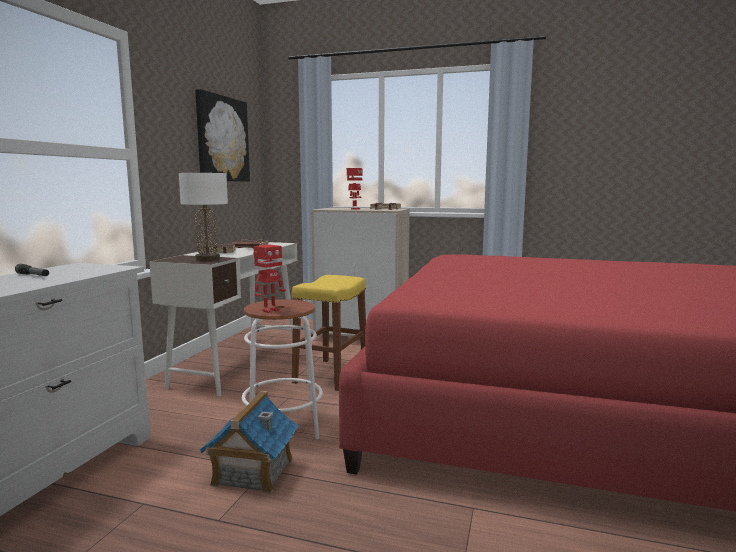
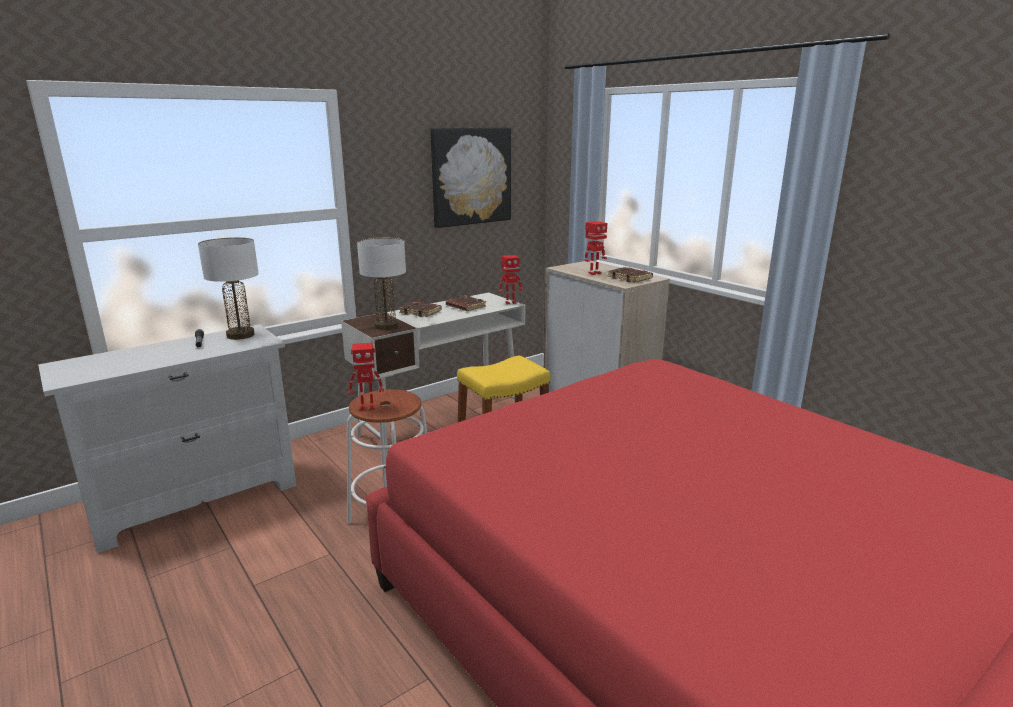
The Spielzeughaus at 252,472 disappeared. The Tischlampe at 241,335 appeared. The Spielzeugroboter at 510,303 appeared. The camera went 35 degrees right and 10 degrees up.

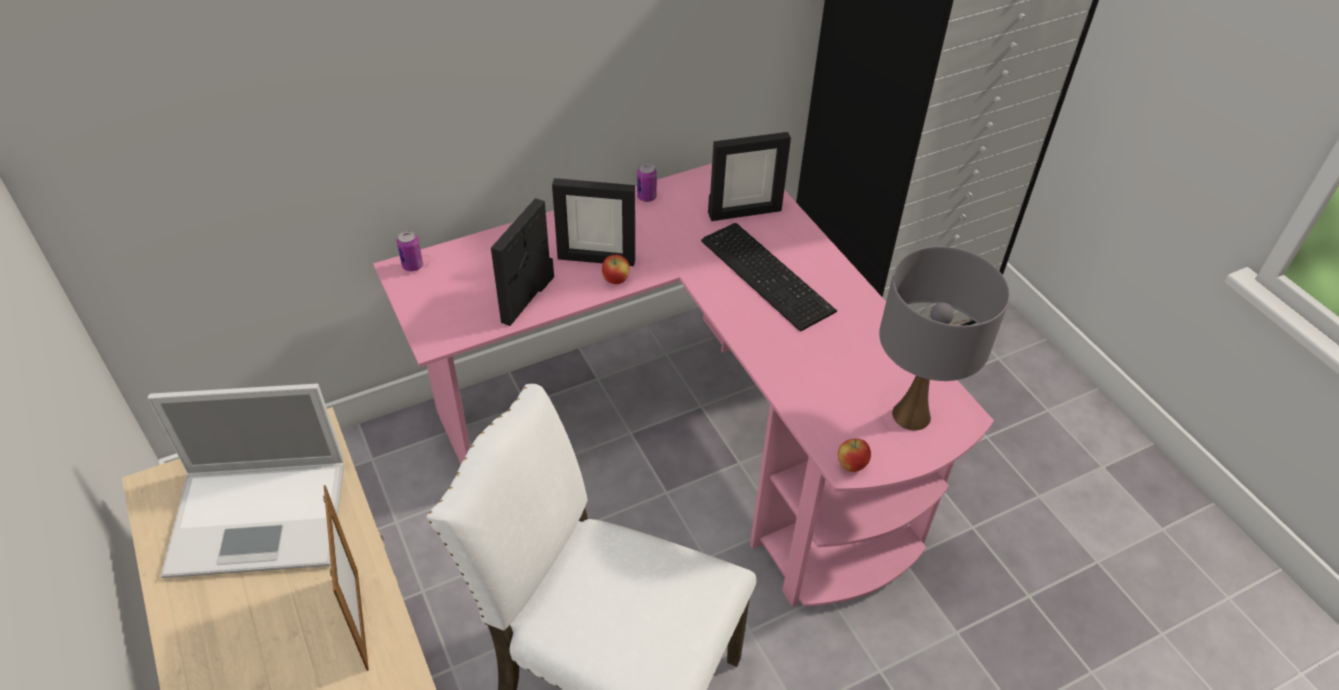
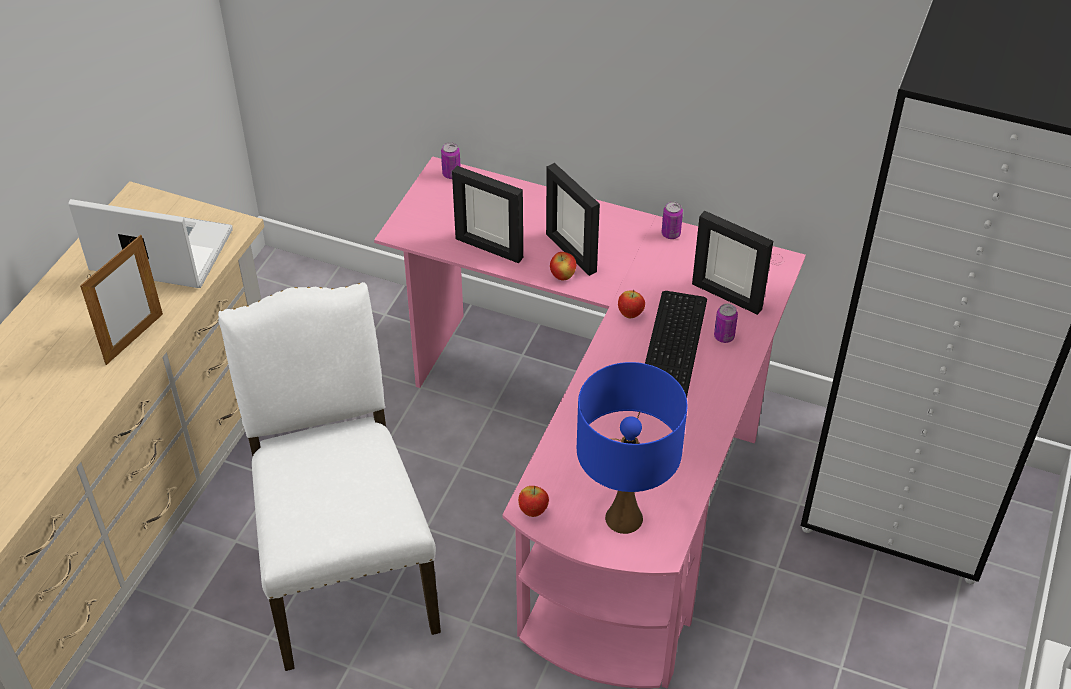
The Laptop at 262,516 turned 150 degrees clockwise. The Bilderrahmen at 528,299 turned 135 degrees counterclockwise. The Tischlampe (grau) at 911,415 became the Tischlampe (blau) at 624,518. The Apfel at 630,314 appeared. The Dose at 724,337 appeared. The camera went 50 degrees right and 0 degrees up.

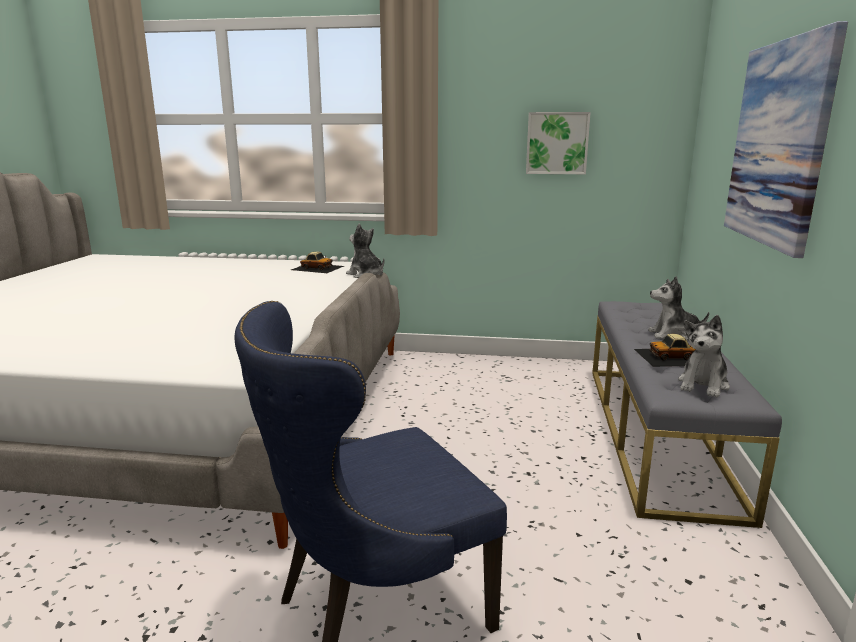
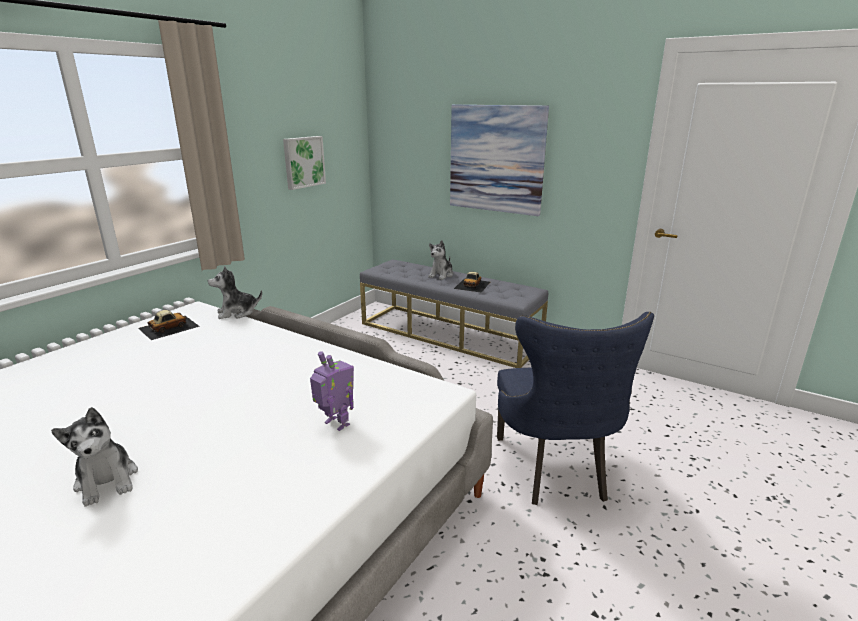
The Plüschtier moved from 703,385 to 107,480. The Spielzeugroboter at 336,424 appeared. The camera went 65 degrees left and 5 degrees up.

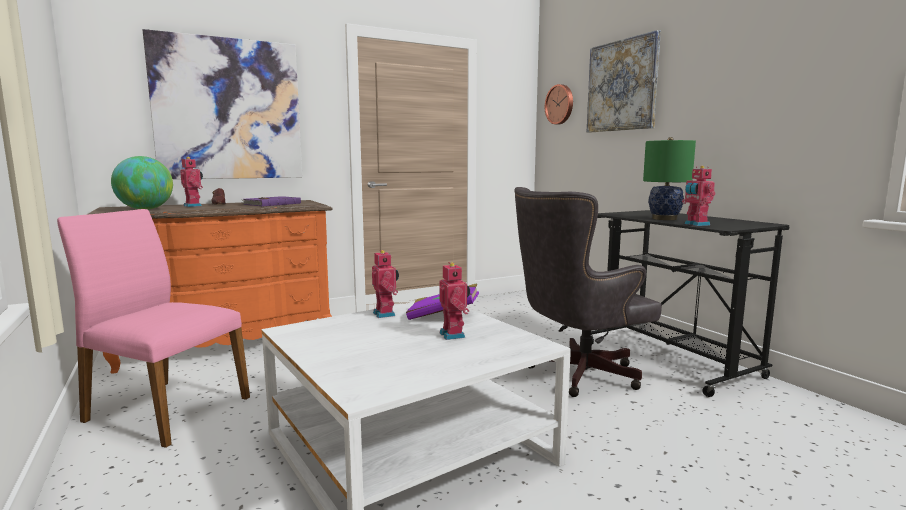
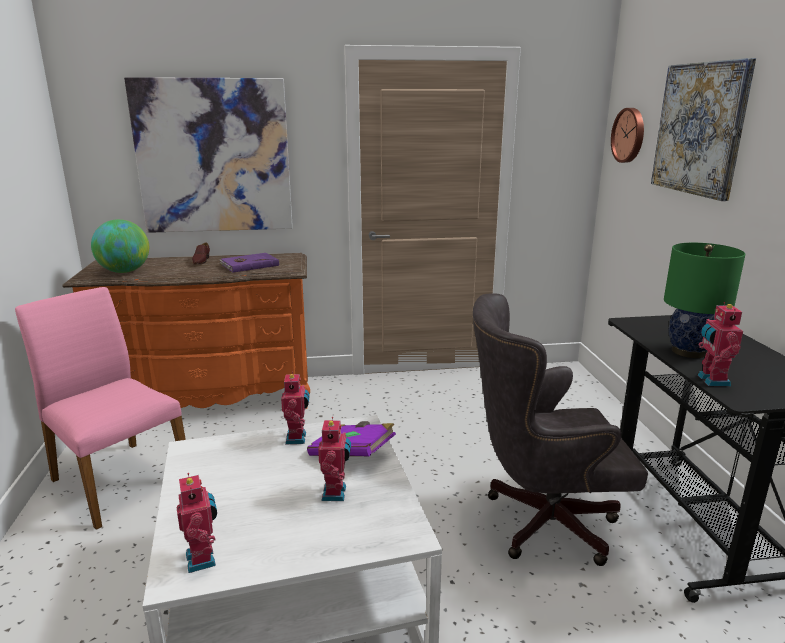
The Spielzeugroboter moved from 194,206 to 203,558. The camera went 20 degrees right and 10 degrees up.

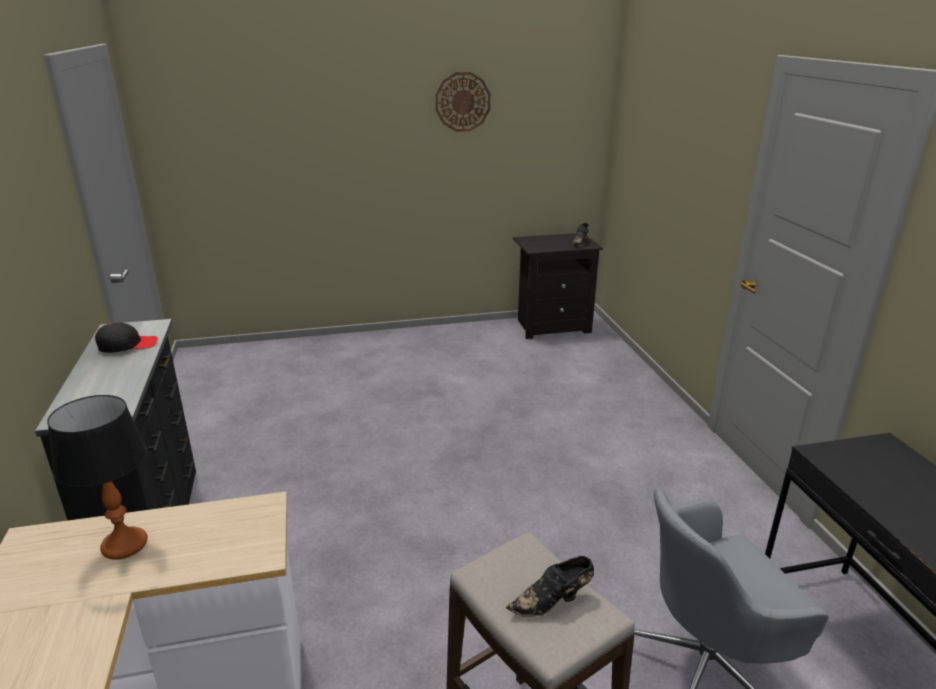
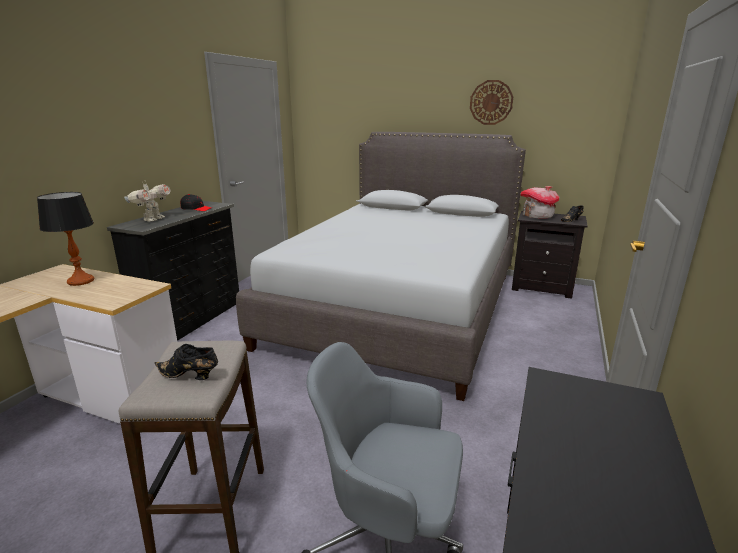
The Spielzeugroboter at 153,219 appeared. The Bett (grau) at 399,307 appeared. The Spielzeughaus at 537,216 appeared. The camera went 35 degrees right and 5 degrees down.

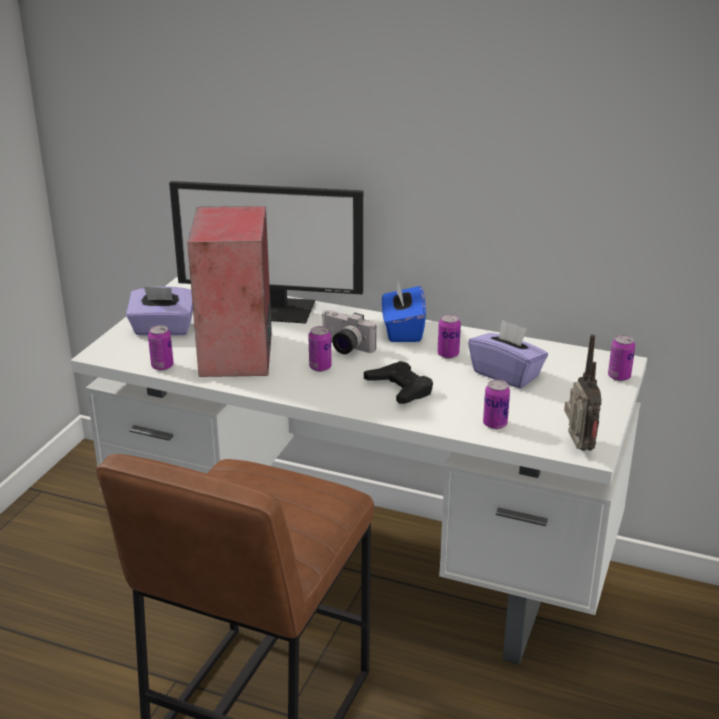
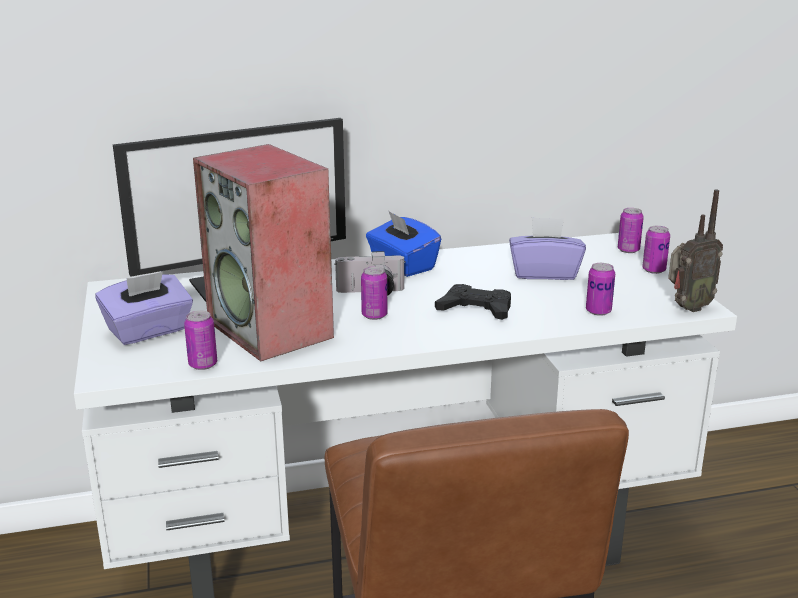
The Dose moved from 448,354 to 654,270. The Radio at 577,448 turned 105 degrees clockwise. The camera went 35 degrees left and 5 degrees down.

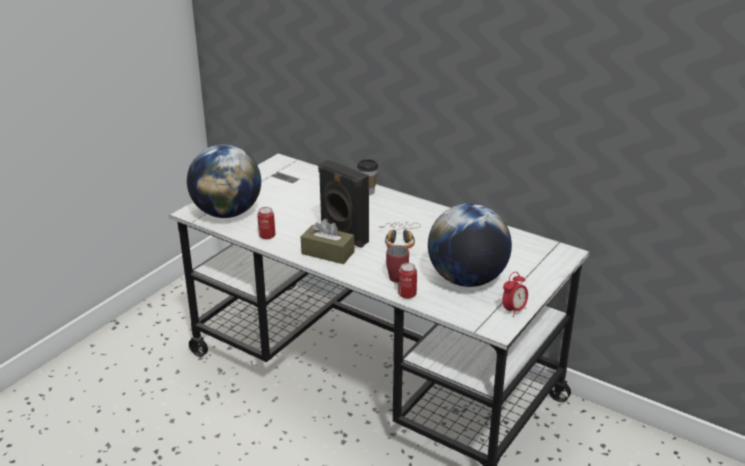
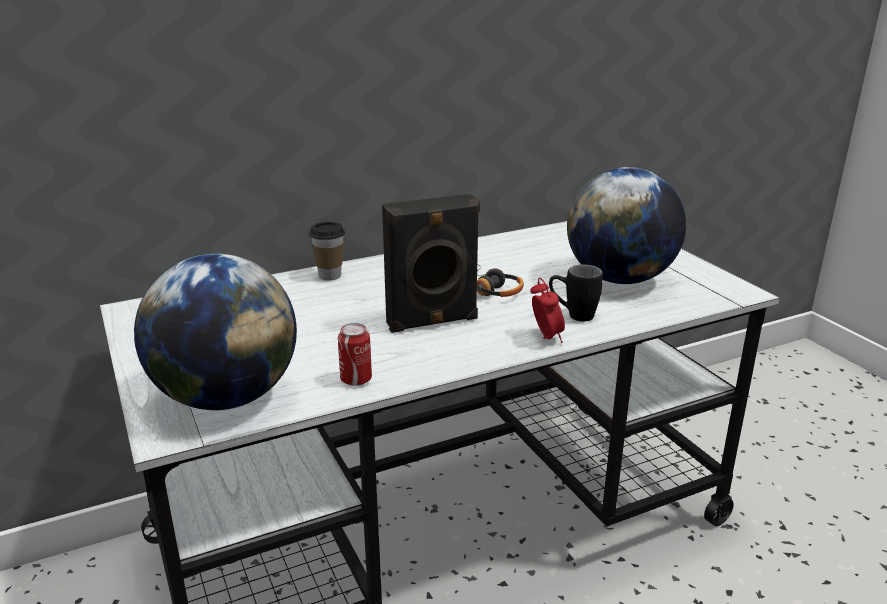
The Taschentuchbox (braun) at 328,253 disappeared. The Henkelbecher (rot) at 395,275 became the Henkelbecher (schwarz) at 572,315. The Dose at 407,294 disappeared. The Wecker moved from 513,310 to 546,338. The camera went 60 degrees left and 5 degrees down.

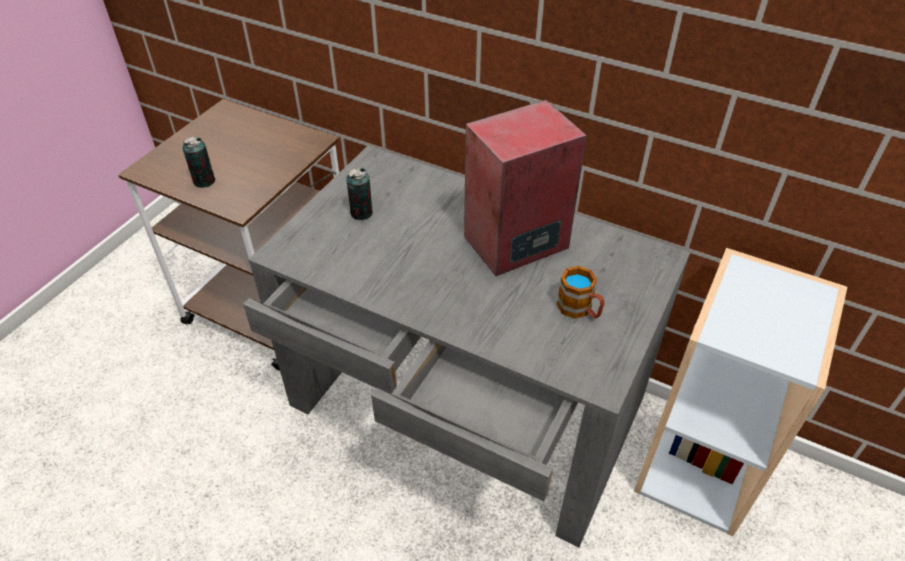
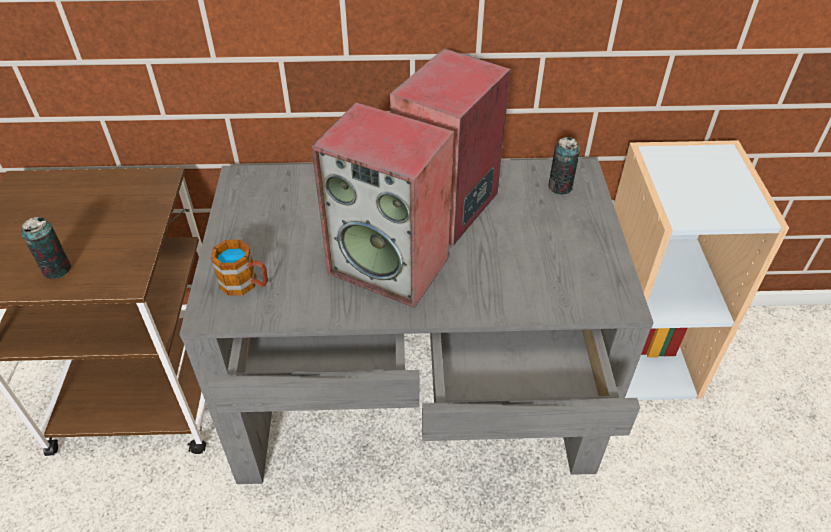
The Dose moved from 361,213 to 560,187. The Henkelbecher moved from 579,310 to 245,284. The Lautsprecher at 390,265 appeared. The camera went 30 degrees left and 0 degrees up.

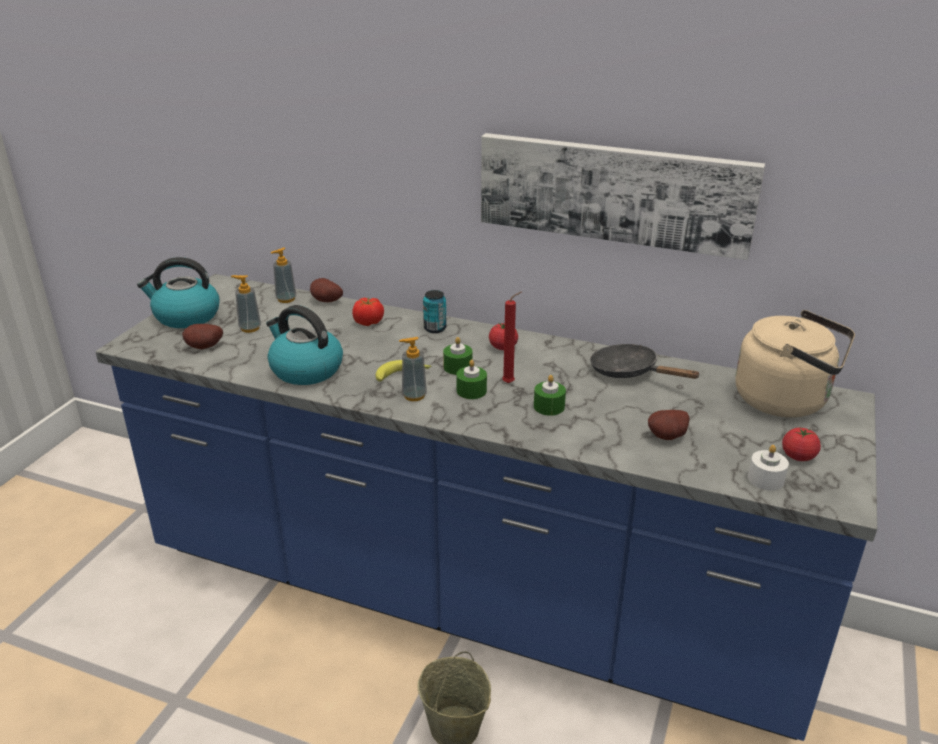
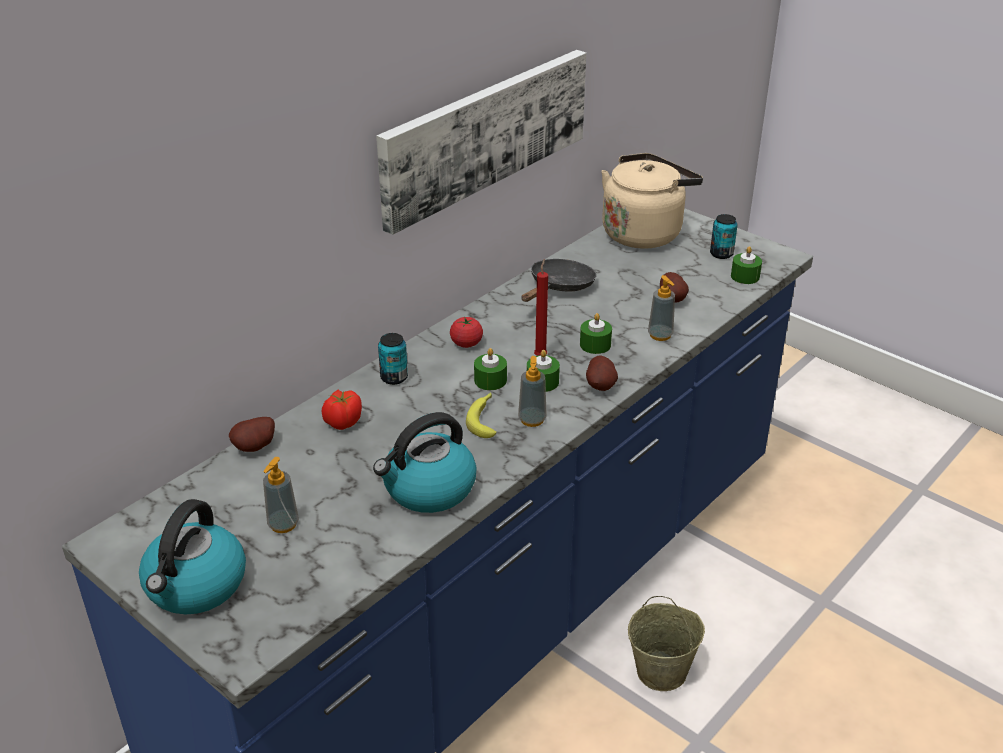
The Kartoffel moved from 204,348 to 601,386. The Seifenspender moved from 286,299 to 660,335. The Pfanne (schwarz) at 629,372 turned 150 degrees clockwise. The Kerze (weiß) at 765,479 became the Kerze (grün) at 745,276. The Tomate at 798,456 was replaced by the Dose at 721,254. The camera went 70 degrees left and 5 degrees up.

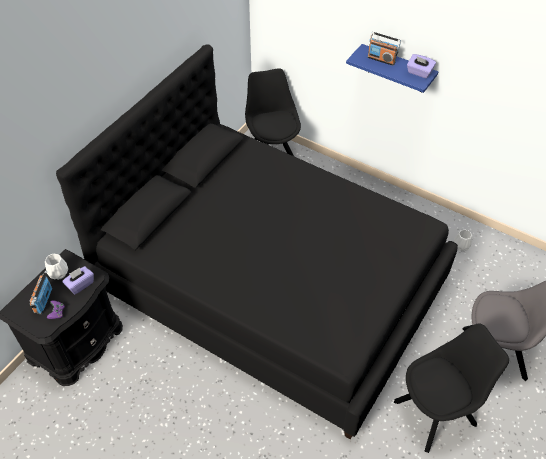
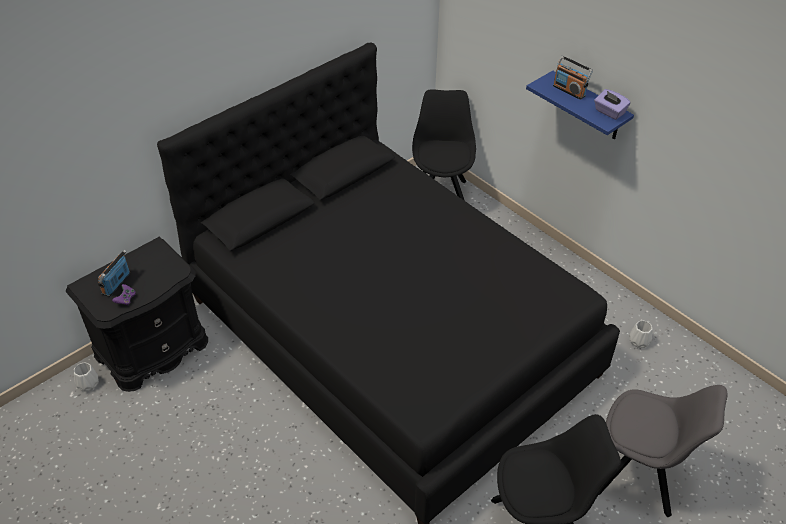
The Vase (weiß) moved from 59,273 to 89,384. The Taschentuchbox (lila) at 80,284 disappeared. The camera went 15 degrees right and 5 degrees down.

